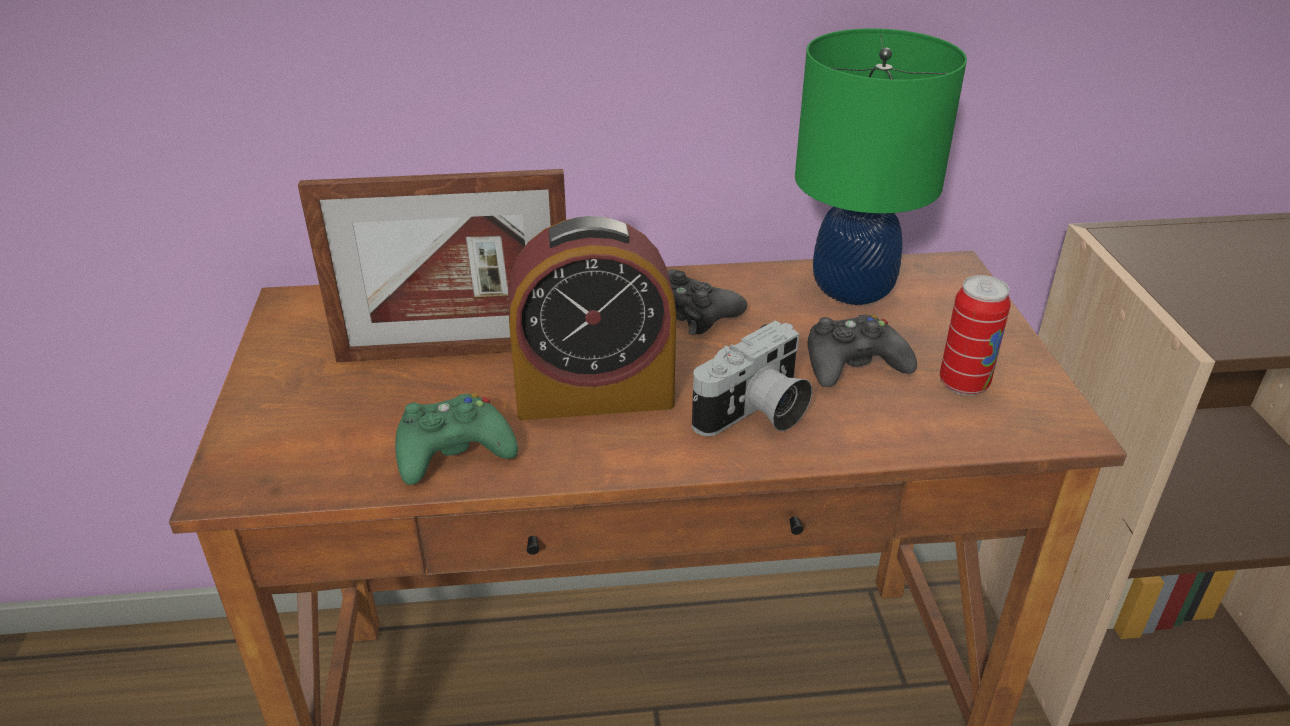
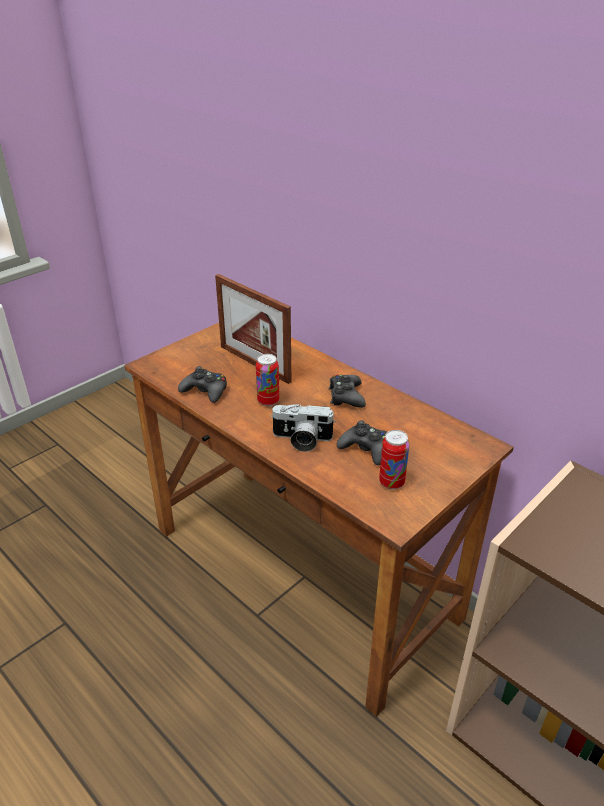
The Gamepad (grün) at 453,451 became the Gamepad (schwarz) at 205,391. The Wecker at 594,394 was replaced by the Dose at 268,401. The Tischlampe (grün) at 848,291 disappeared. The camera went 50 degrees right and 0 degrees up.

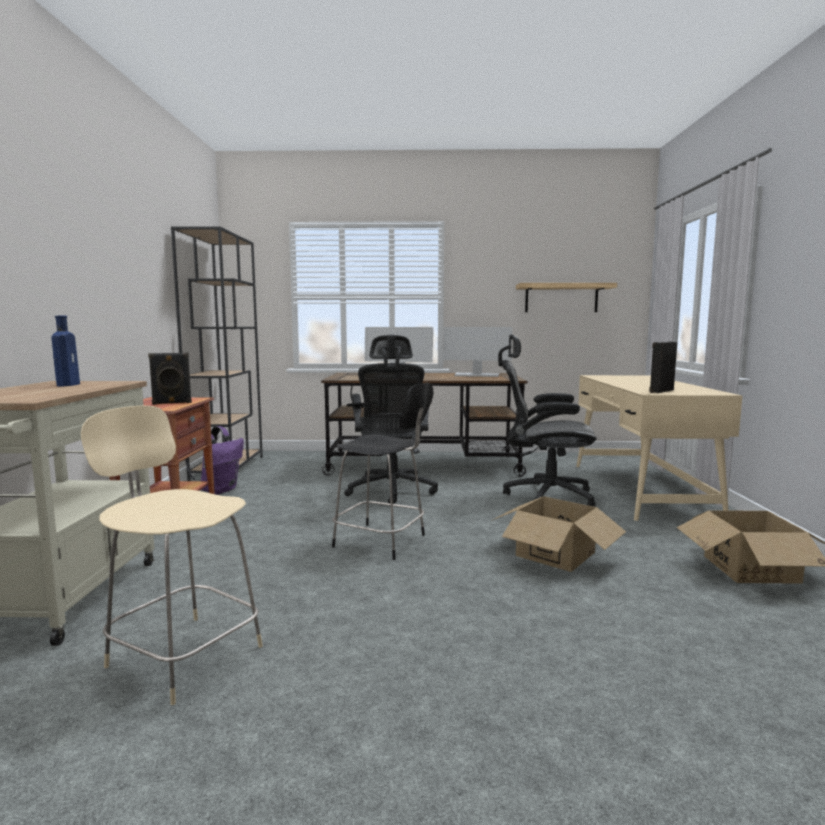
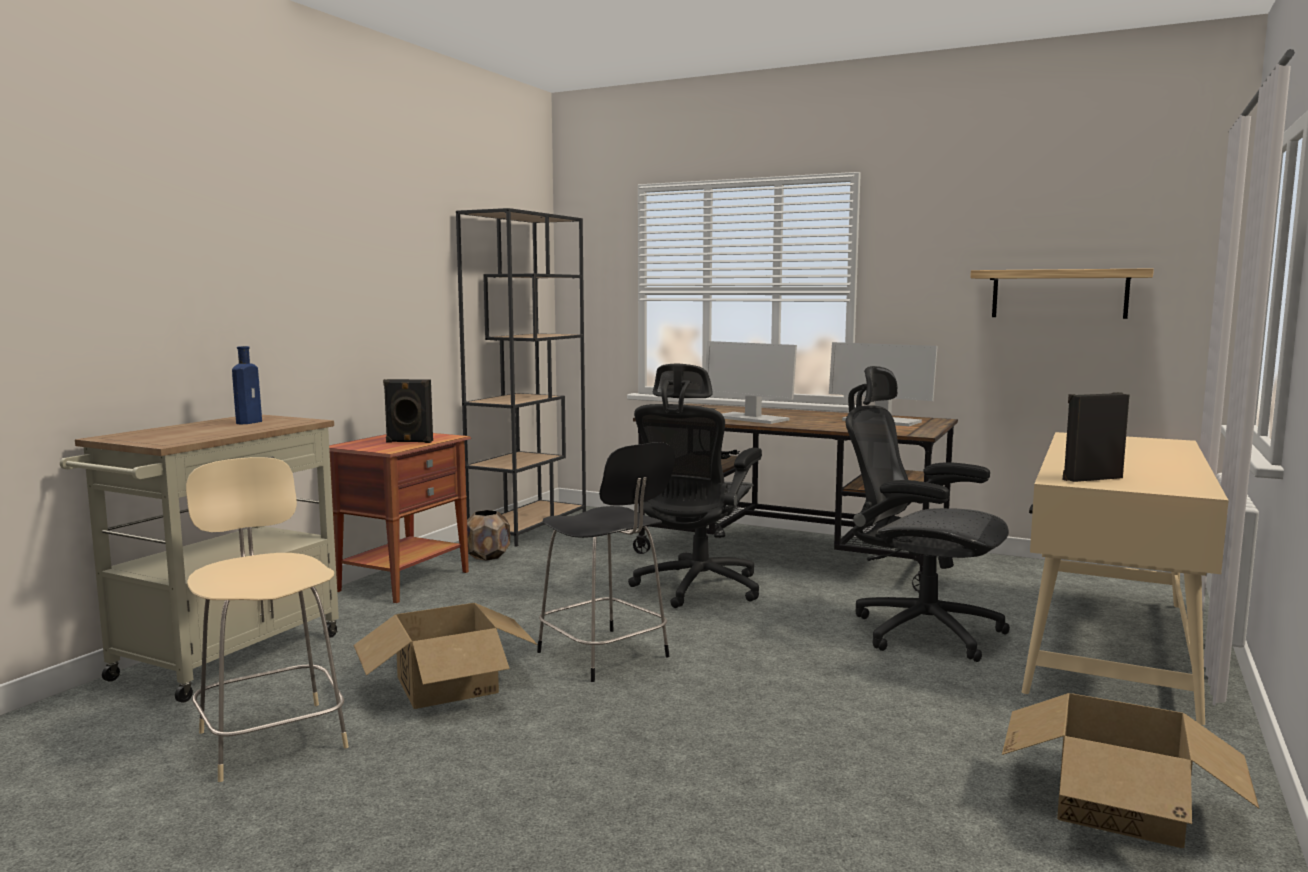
The Rucksack (lila) at 218,490 was replaced by the Pflanzkübel (braun) at 487,556. The Karton moved from 555,553 to 446,684. The camera went 25 degrees right and 0 degrees up.

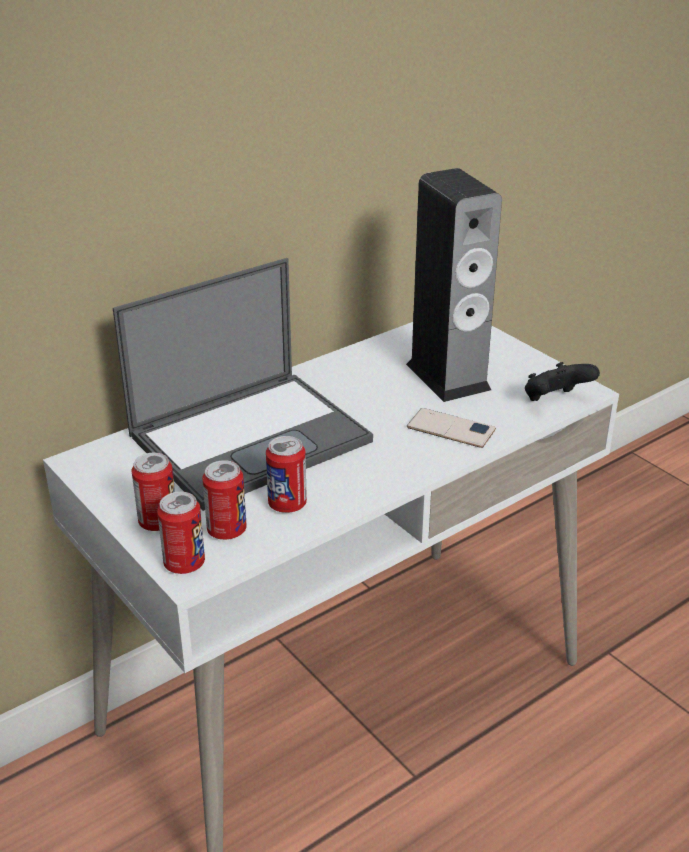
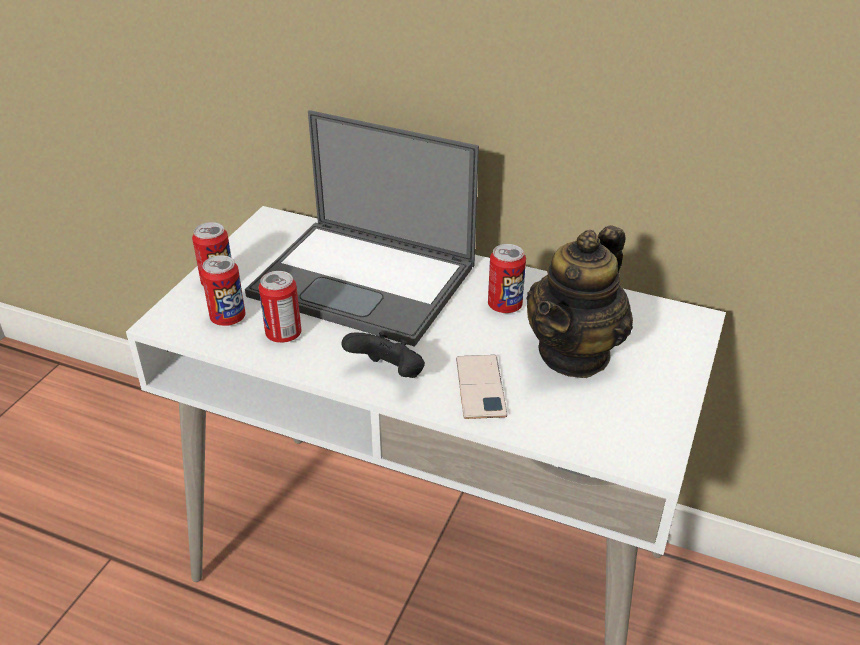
The Dose moved from 184,564 to 504,306. The Lautsprecher at 448,377 was replaced by the Teekanne at 574,353. The Gamepad (schwarz) moved from 555,401 to 388,375. The camera went 60 degrees right and 5 degrees up.

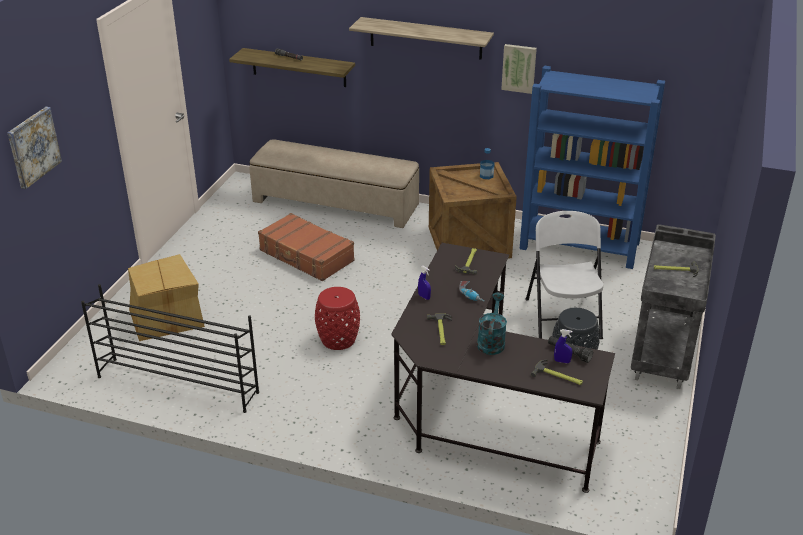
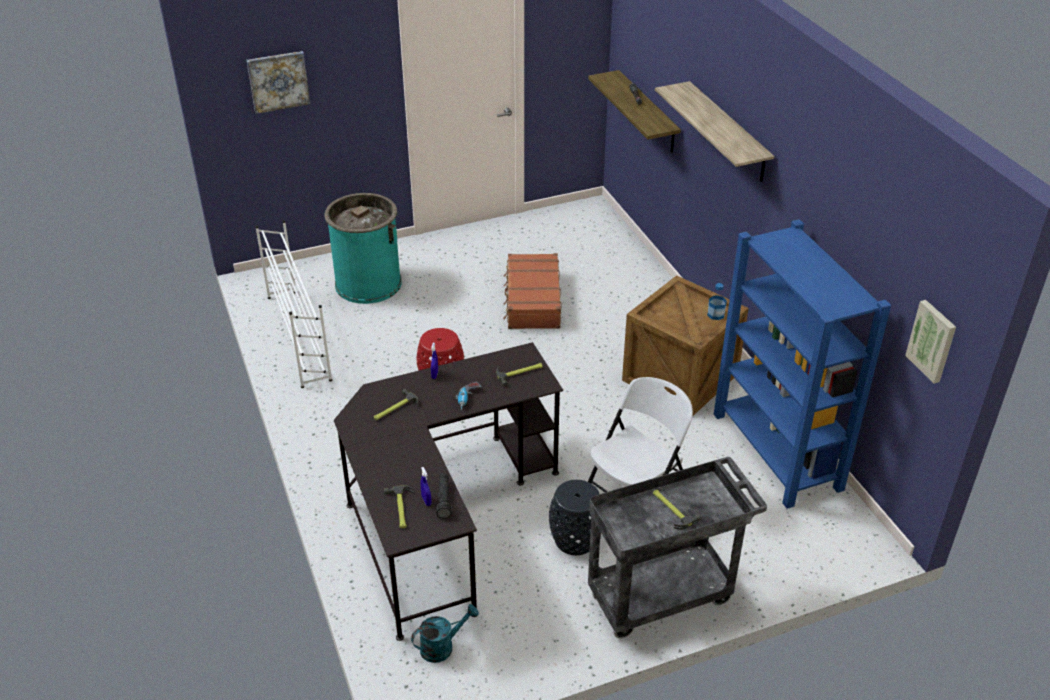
The Schuhregal (schwarz) at 177,384 became the Schuhregal (weiß) at 298,337. The Karton at 166,317 was replaced by the Mülleimer (türkis) at 368,283. The Bank (beige) at 336,202 disappeared. The Gießkanne (türkis) moved from 491,341 to 442,646. The Bild moved from 519,68 to 932,341. The camera went 50 degrees right and 5 degrees up.

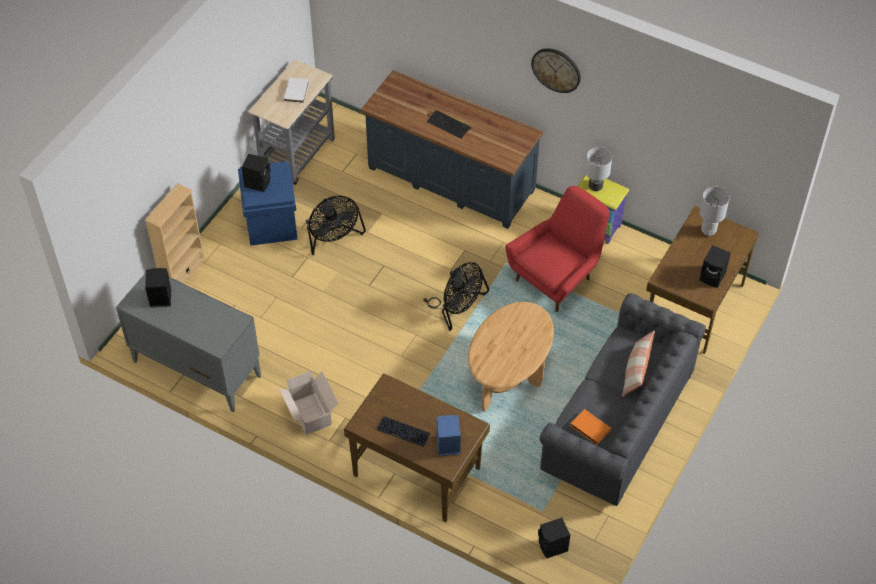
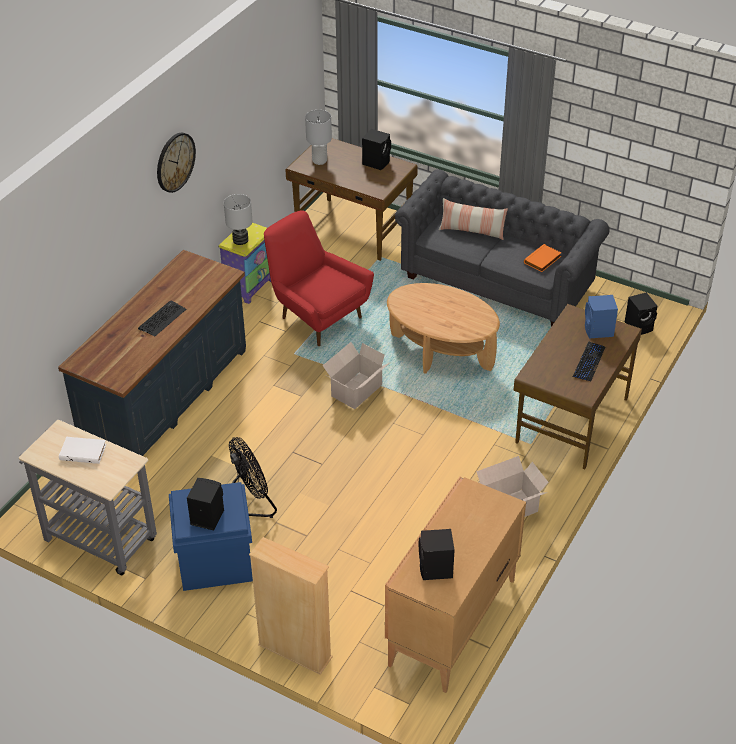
The Schrank (grau) at 197,368 became the Schrank (braun) at 452,622. The Ventilator (schwarz) at 456,307 was replaced by the Karton at 355,391. The camera went 90 degrees left and 10 degrees down.

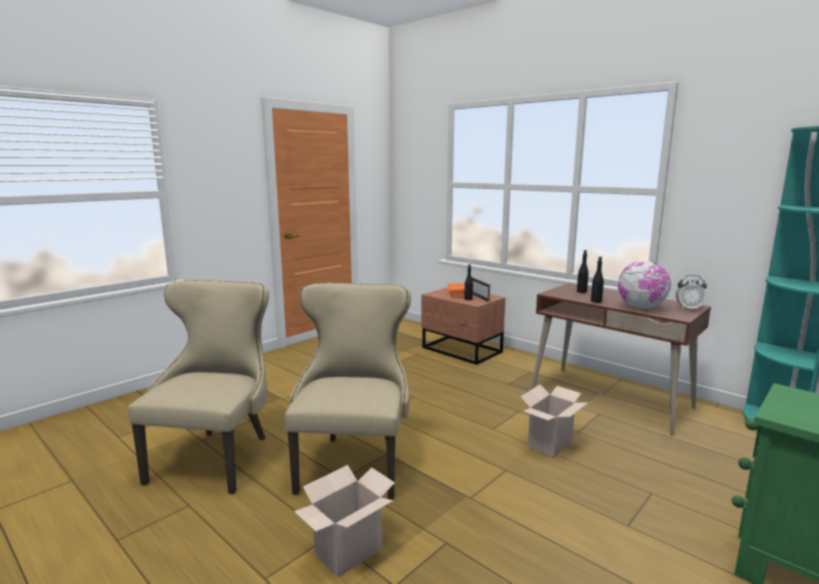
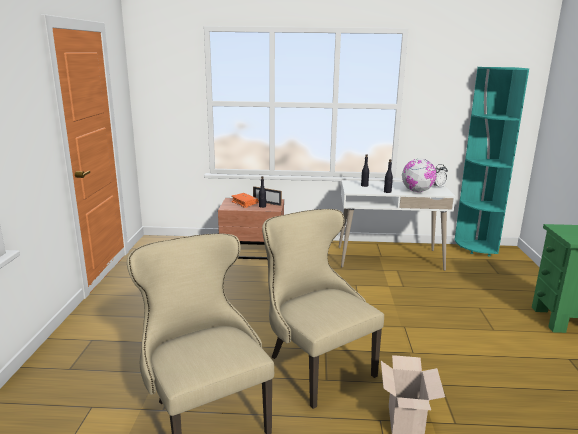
The Karton at 550,445 disappeared. The Schreibtisch (braun) at 610,398 became the Schreibtisch (weiß) at 389,258. The camera went 40 degrees left and 5 degrees up.

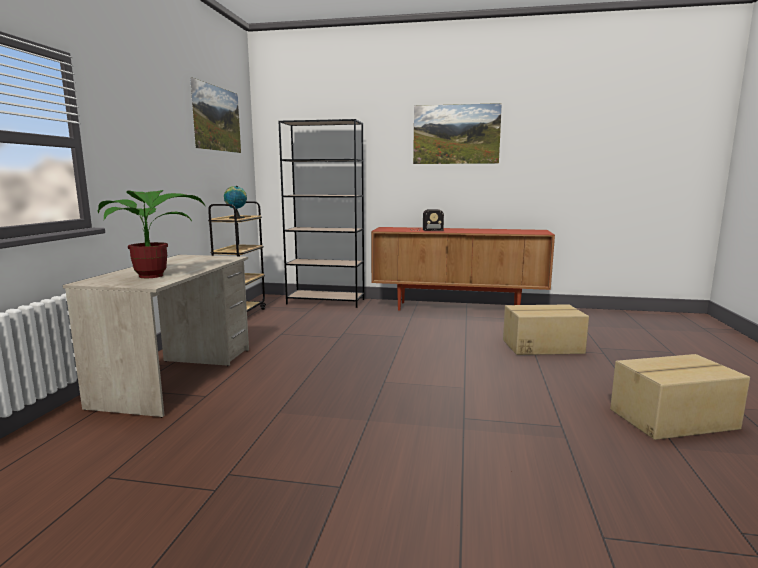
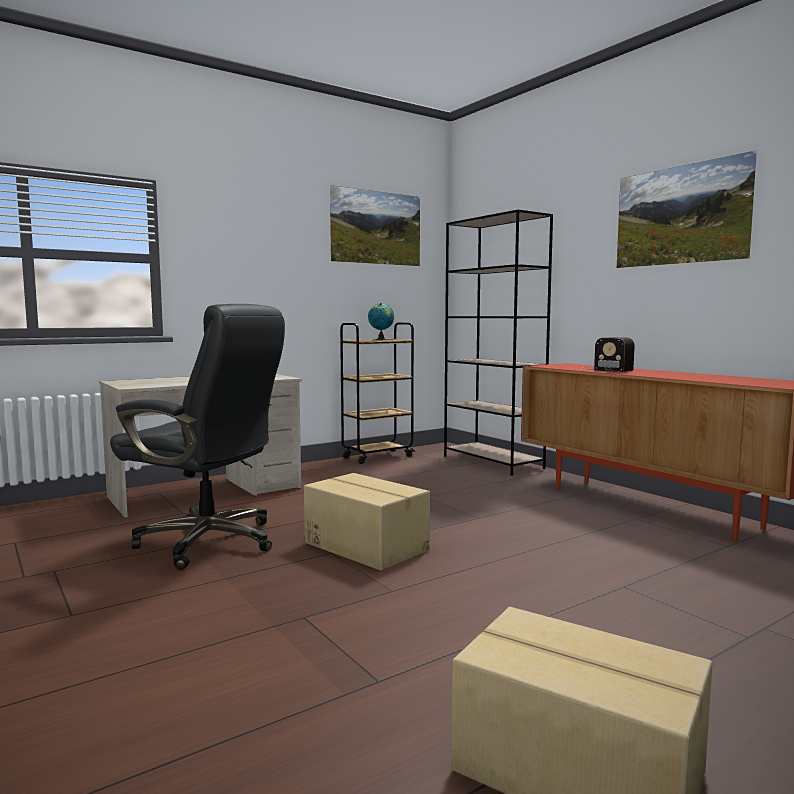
The Topfpflanze at 153,276 disappeared. The Karton moved from 541,346 to 366,546. The Bürostuhl (schwarz) at 205,541 appeared. The camera went 45 degrees right and 5 degrees down.

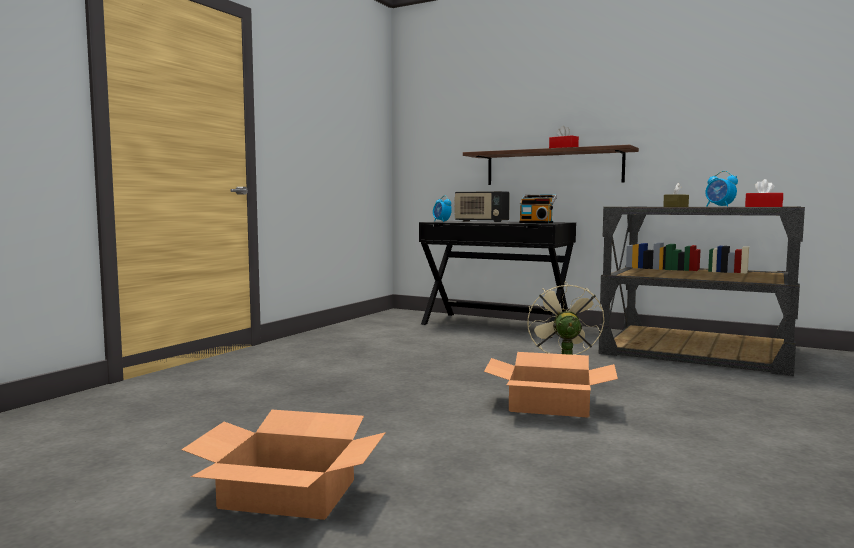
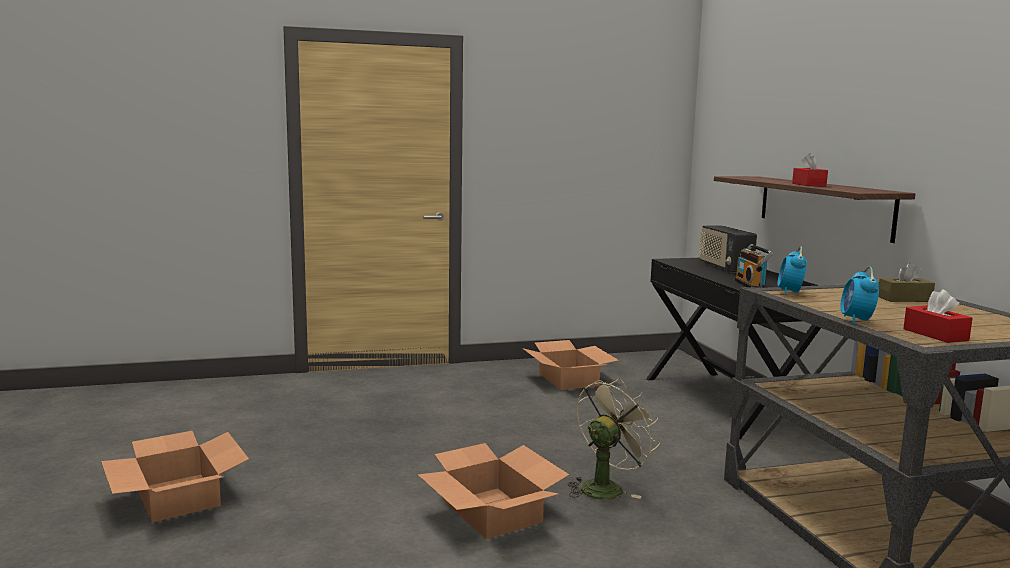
The Wecker moved from 441,221 to 790,293. The Karton at 568,379 appeared. The camera went 45 degrees right and 5 degrees up.

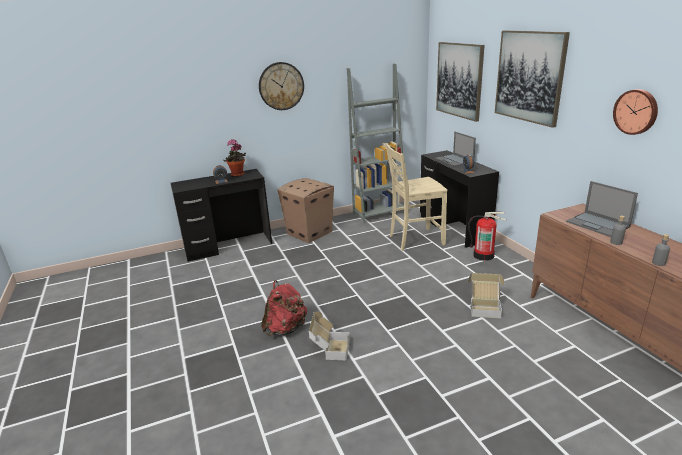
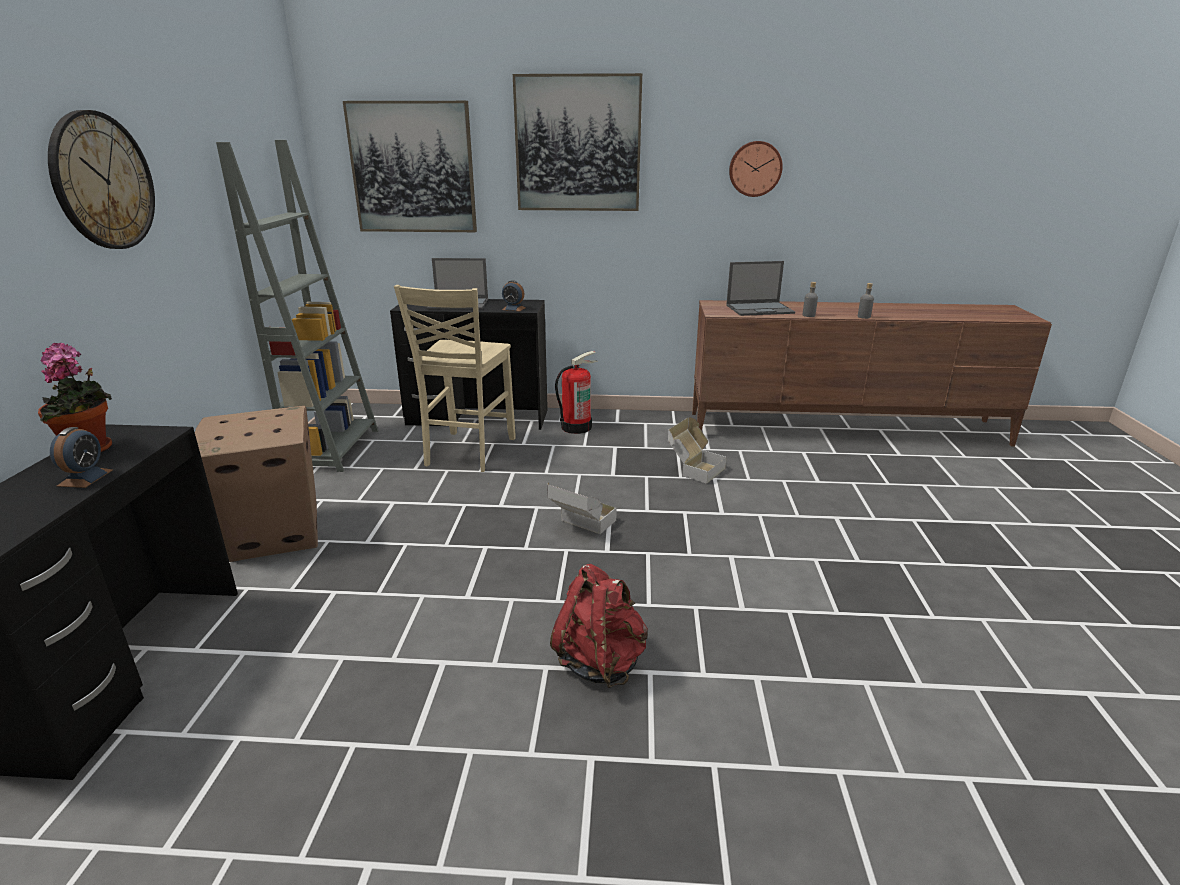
The Karton moved from 329,349 to 581,526. The camera went 65 degrees left and 0 degrees up.

